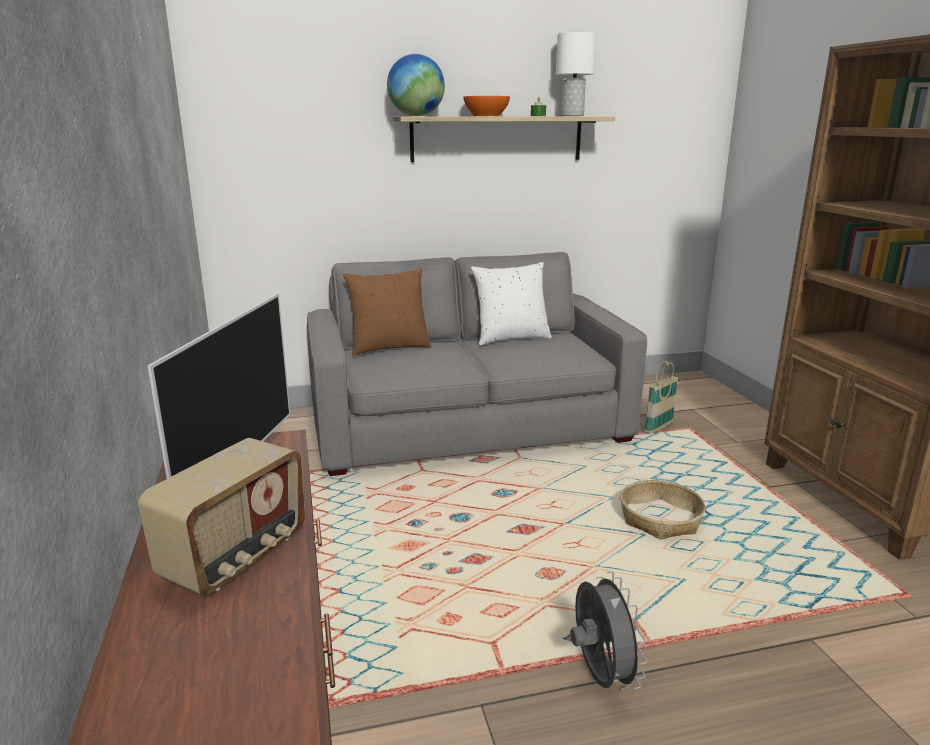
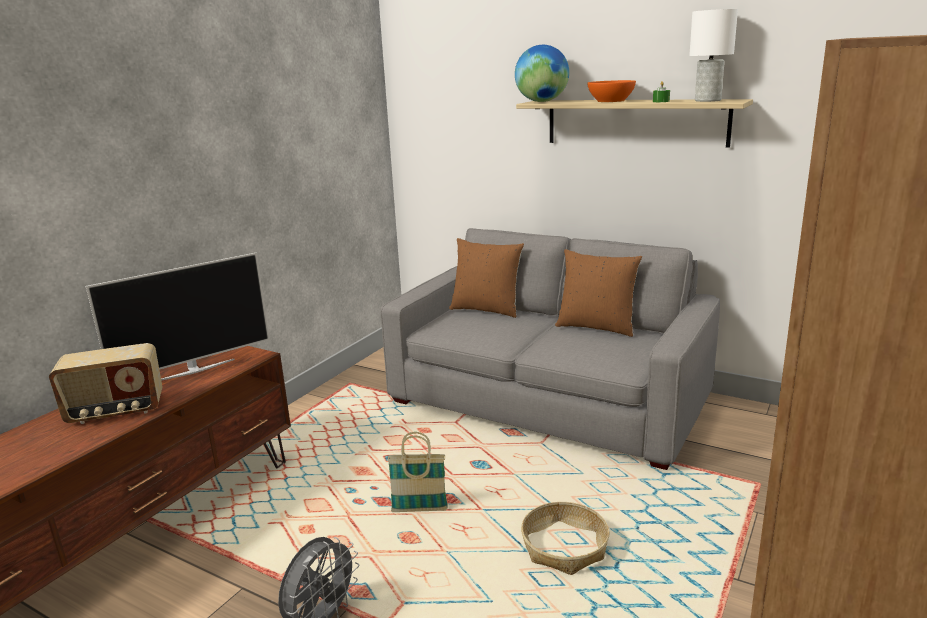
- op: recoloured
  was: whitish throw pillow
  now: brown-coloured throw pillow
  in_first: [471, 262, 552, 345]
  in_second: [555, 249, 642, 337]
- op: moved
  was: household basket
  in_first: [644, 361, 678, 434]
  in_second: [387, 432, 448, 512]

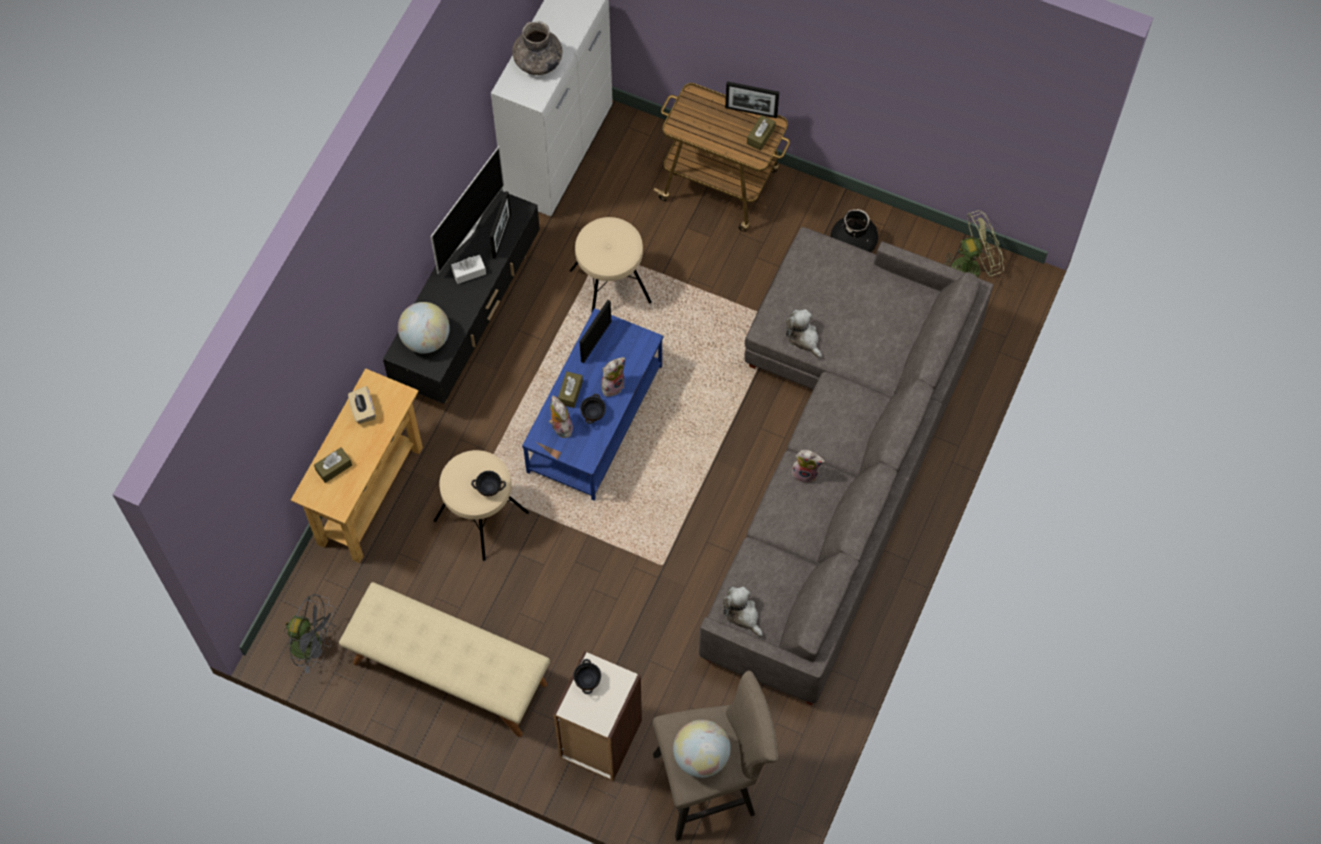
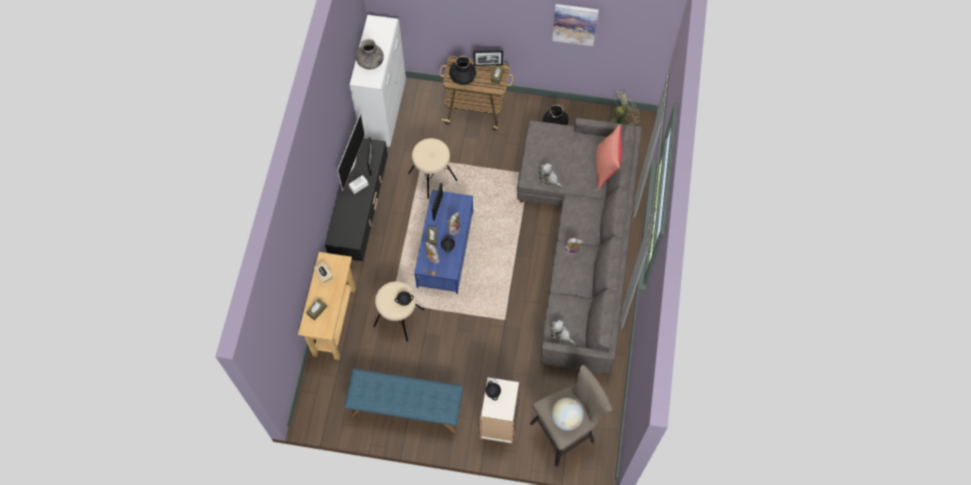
- op: removed
  was: globe
  in_first: [398, 302, 450, 354]
- op: recoloured
  was: beige indoor bench
  now: blue-coloured indoor bench
  in_first: [339, 582, 550, 737]
  in_second: [344, 369, 464, 433]
- op: removed
  was: grey cooling fan
  in_first: [284, 594, 336, 673]
- op: added
  now: picture
  in_second: [552, 4, 599, 46]
- op: added
  now: black-coloured vase
  in_second: [449, 56, 476, 85]
- op: added
  now: reddish throw pillow
  in_second: [595, 124, 622, 189]

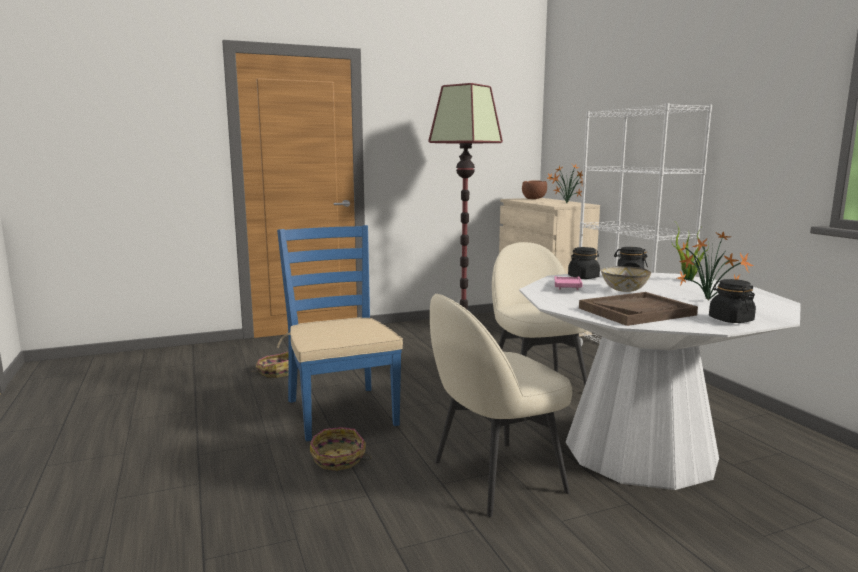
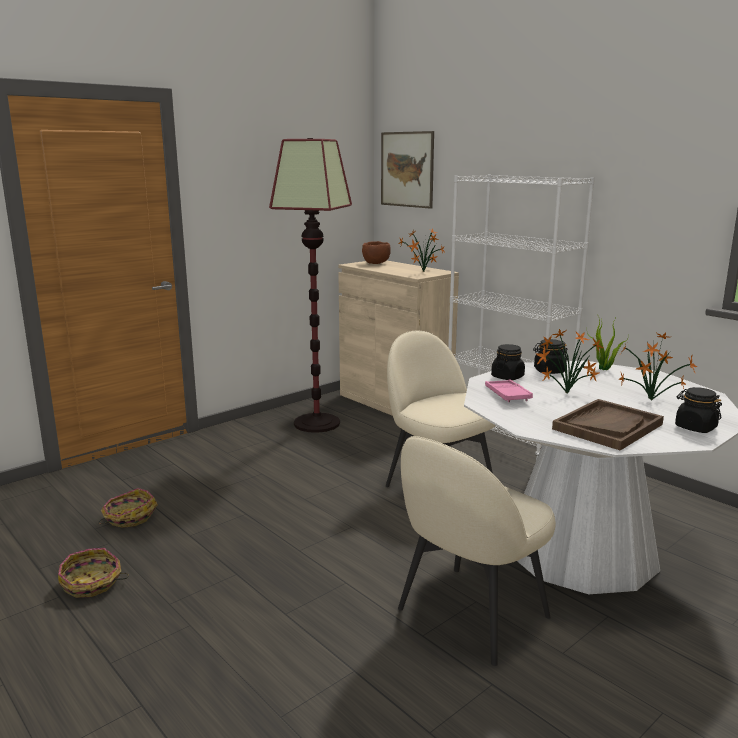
- op: removed
  was: blue-coloured chair
  in_first: [277, 225, 403, 441]
- op: replaced
  was: bowl
  now: potted plant
  in_first: [601, 266, 651, 292]
  in_second: [536, 329, 604, 394]
- op: moved
  was: household basket
  in_first: [310, 427, 371, 471]
  in_second: [58, 548, 129, 598]
- op: added
  now: picture
  in_second: [381, 131, 434, 209]

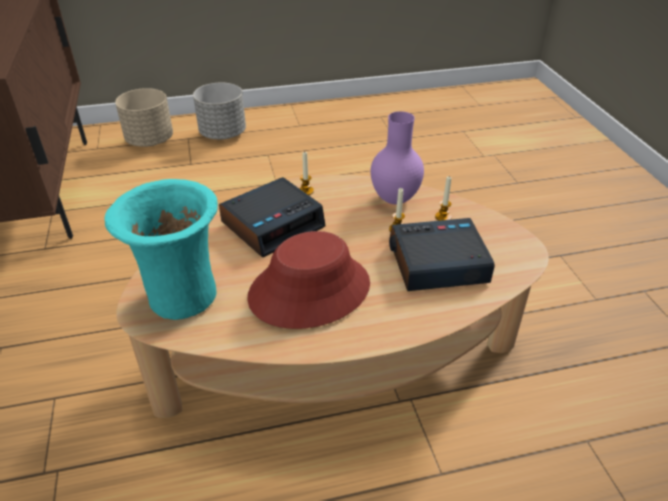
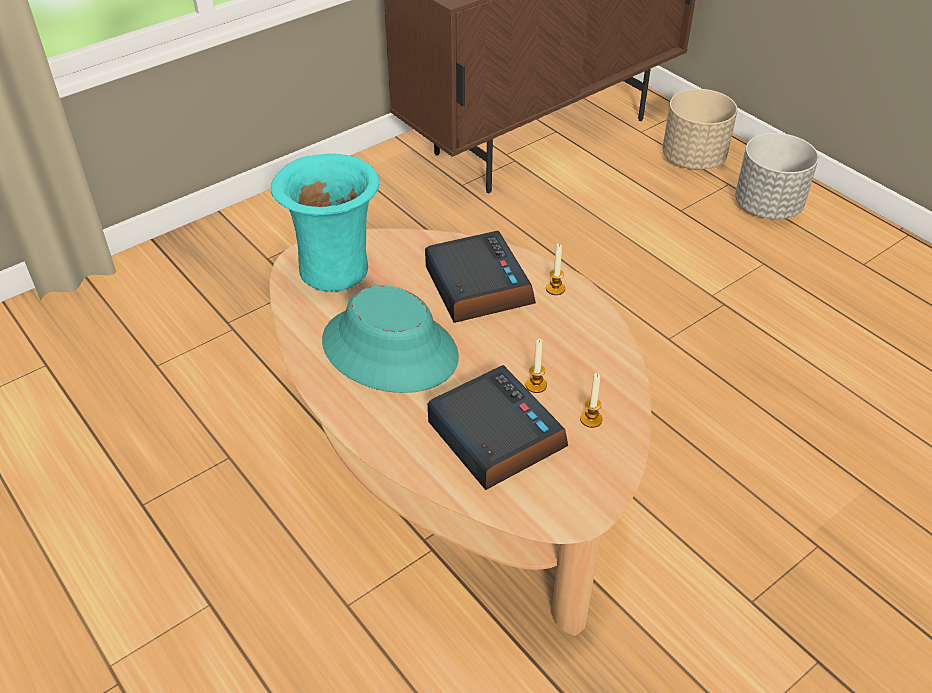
- op: removed
  was: purple vase
  in_first: [371, 111, 424, 204]
- op: turned
  was: alarm clock
  in_first: [219, 177, 326, 257]
  in_second: [425, 231, 536, 323]
  clockwise: -135
- op: recoloured
  was: reddish hat
  now: blue-green hat
  in_first: [247, 231, 370, 329]
  in_second: [322, 286, 459, 393]

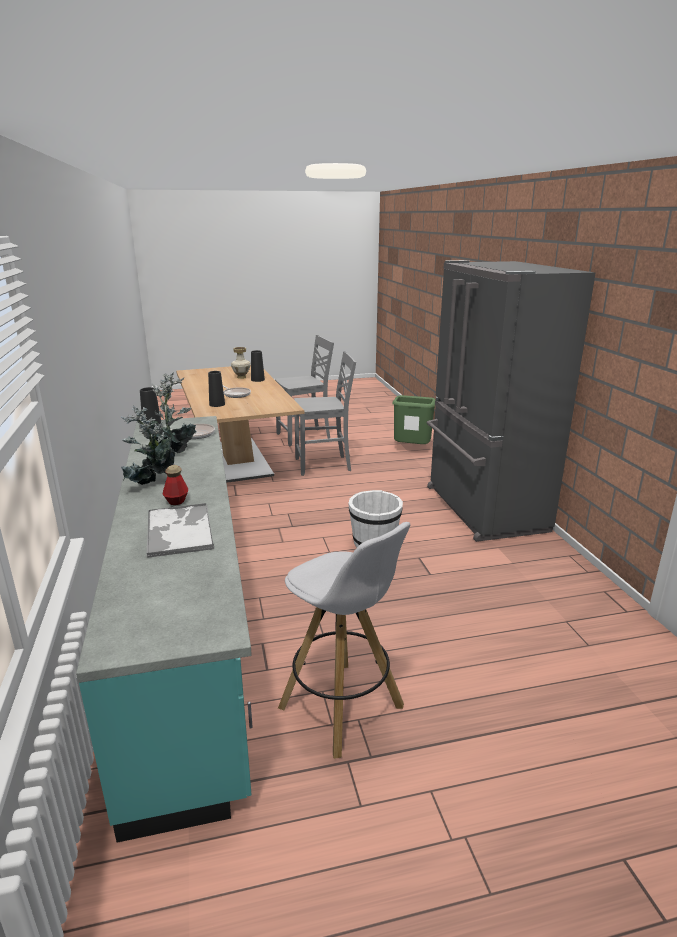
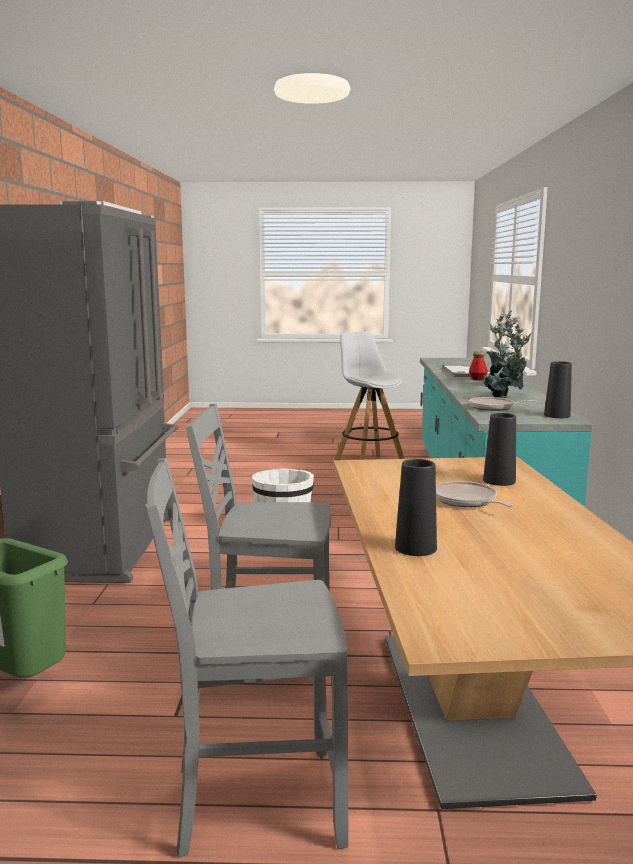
- op: removed
  was: vase
  in_first: [231, 347, 251, 379]

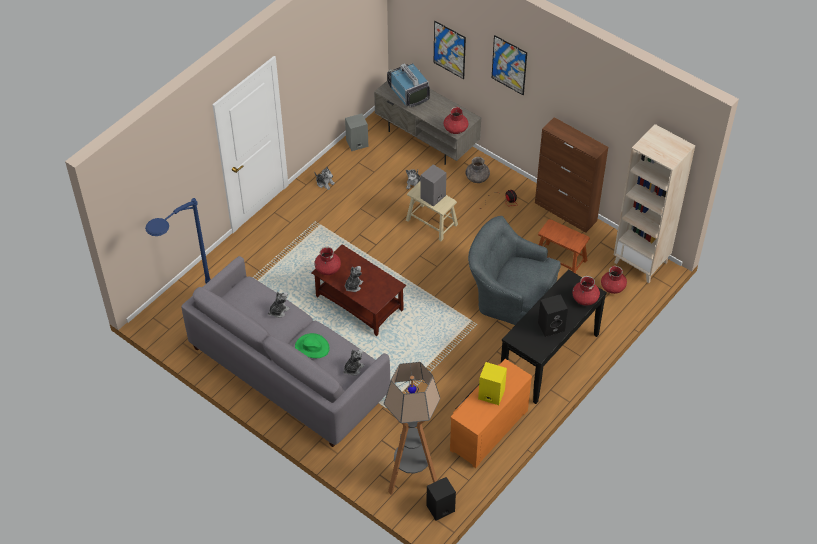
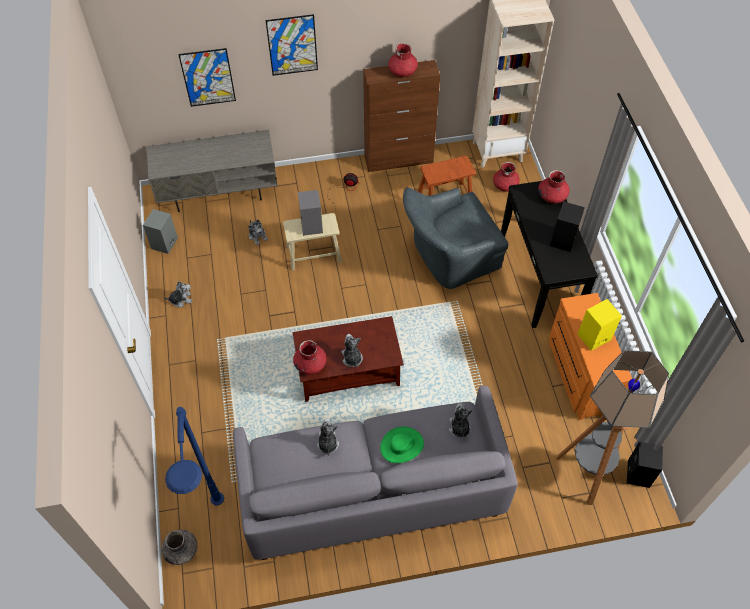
- op: removed
  was: television
  in_first: [387, 63, 430, 107]
- op: moved
  was: reddish vase
  in_first: [444, 107, 468, 134]
  in_second: [388, 43, 418, 77]
- op: moved
  was: grey vase
  in_first: [466, 157, 490, 183]
  in_second: [161, 530, 197, 565]

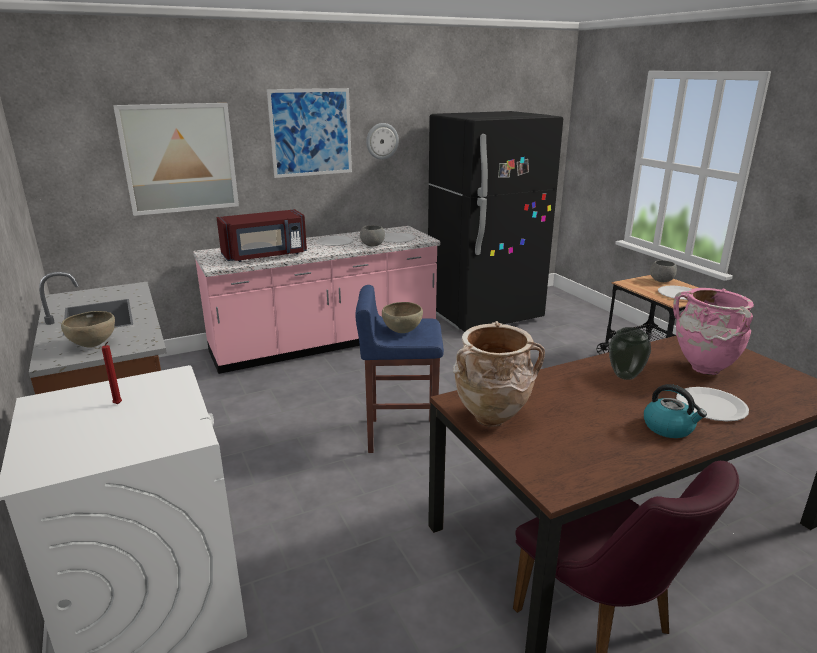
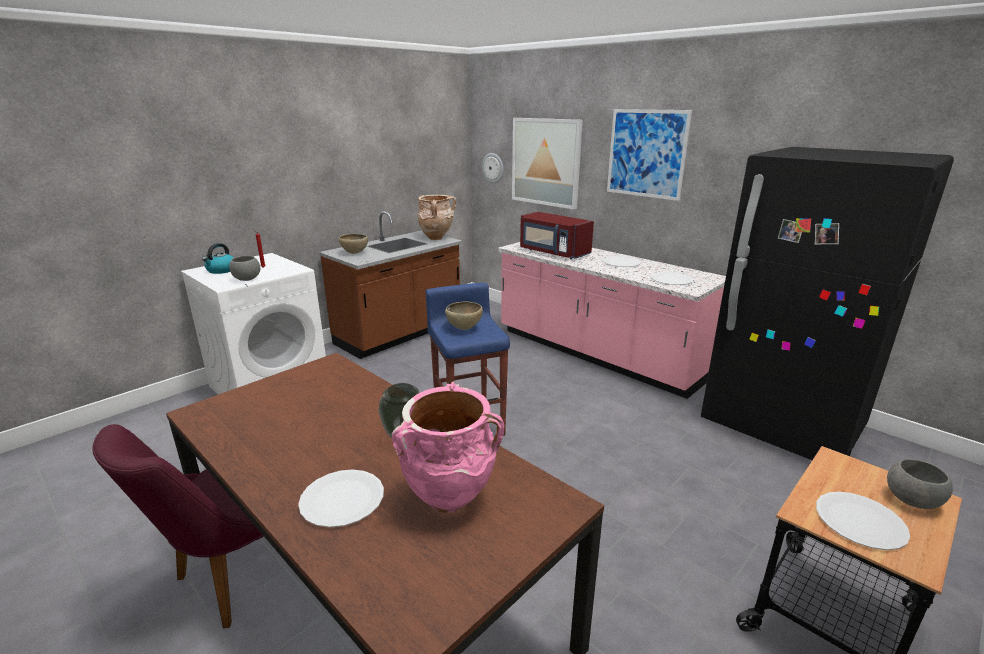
- op: moved
  was: wall clock
  in_first: [366, 123, 399, 160]
  in_second: [482, 153, 503, 183]
- op: moved
  was: grey bowl
  in_first: [360, 225, 385, 247]
  in_second: [229, 256, 260, 281]
- op: moved
  was: beige vase
  in_first: [453, 321, 545, 427]
  in_second: [418, 195, 456, 240]
- op: moved
  was: tea kettle
  in_first: [644, 384, 707, 438]
  in_second: [202, 243, 234, 274]

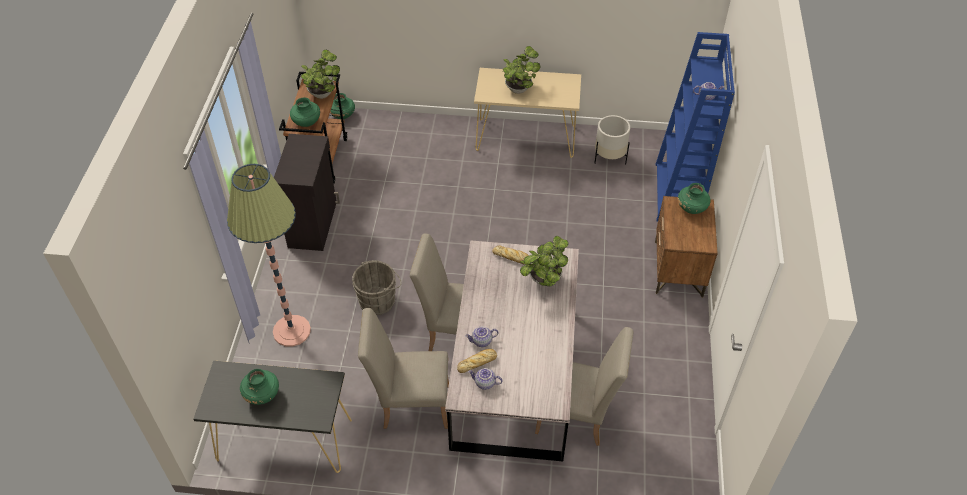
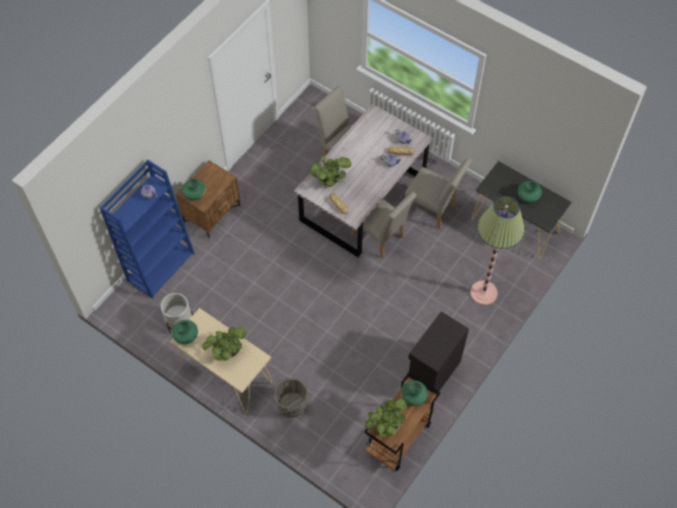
- op: moved
  was: greenish vase
  in_first: [330, 93, 355, 119]
  in_second: [172, 320, 198, 344]
- op: moved
  was: grey pail
  in_first: [352, 260, 401, 315]
  in_second: [272, 377, 308, 419]

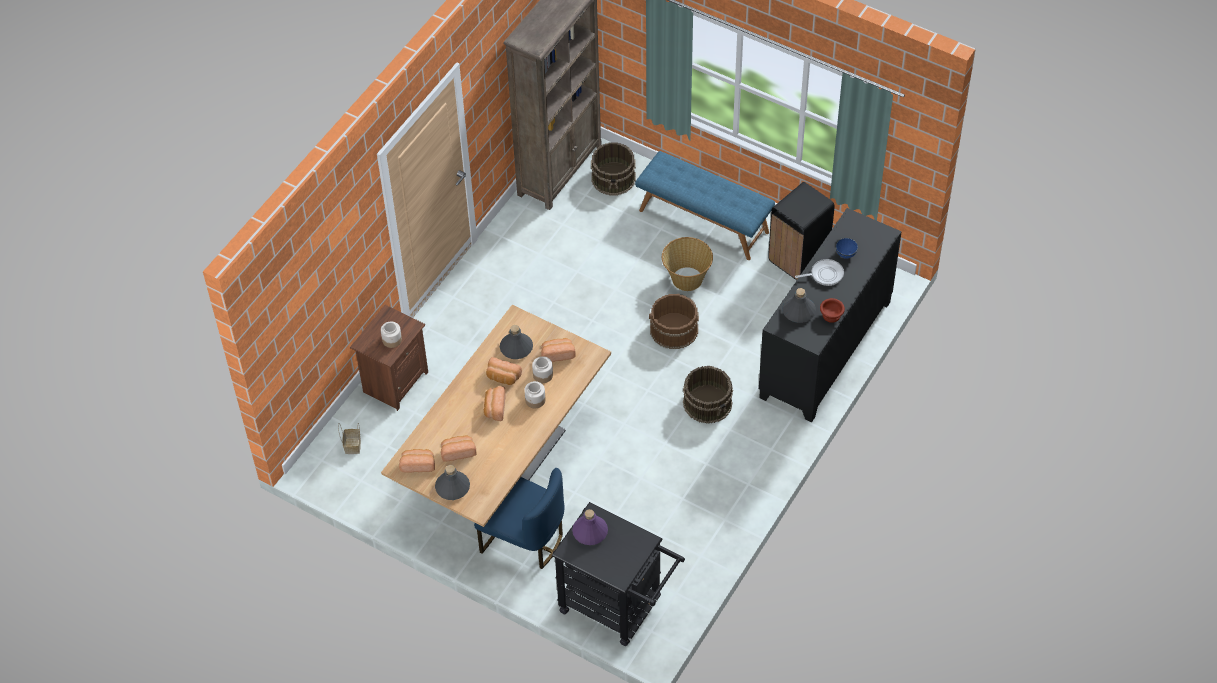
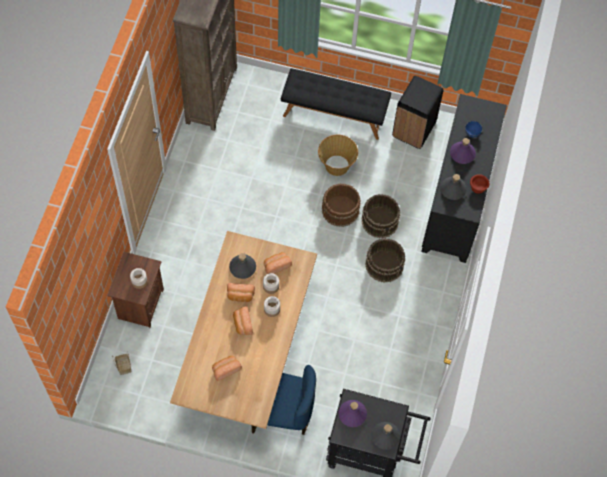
- op: moved
  was: brown-coloured pail
  in_first: [591, 142, 636, 196]
  in_second: [361, 194, 400, 238]
- op: recoloured
  was: blue-coloured indoor bench
  now: black-coloured indoor bench
  in_first: [635, 151, 775, 260]
  in_second: [281, 68, 391, 140]
- op: replaced
  was: skillet
  now: purple beverage bottle
  in_first: [795, 259, 844, 286]
  in_second: [450, 138, 476, 164]
- op: removed
  was: bakery bread
  in_first: [399, 449, 435, 473]
- op: moved
  was: grey beverage bottle
  in_first: [435, 465, 470, 500]
  in_second: [372, 422, 400, 450]

